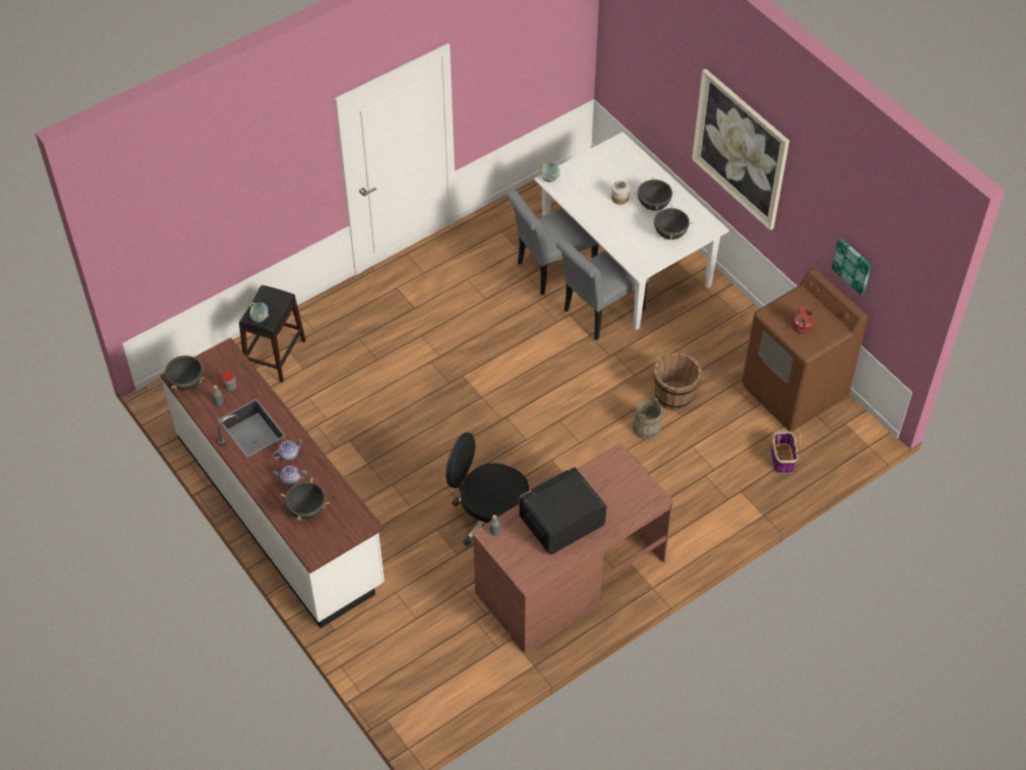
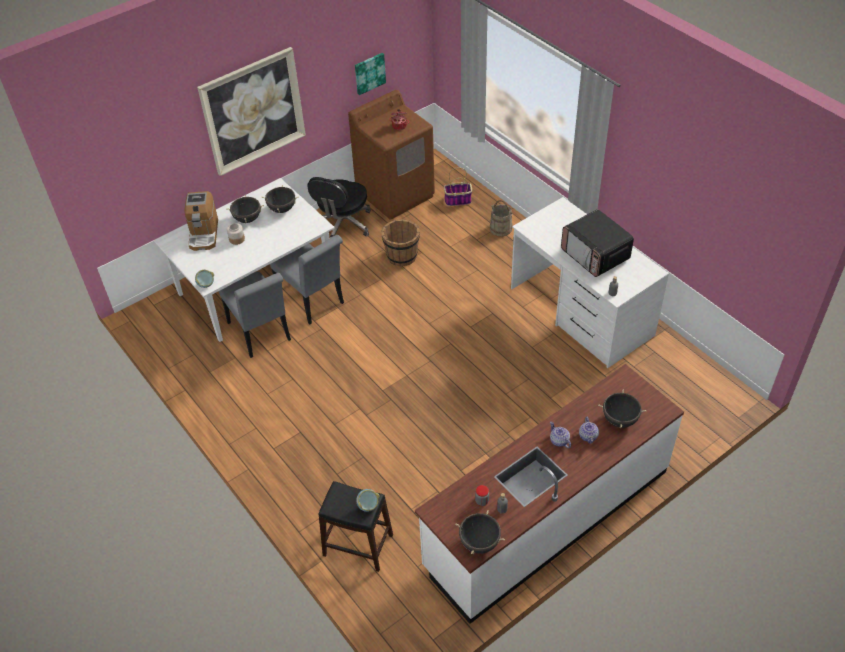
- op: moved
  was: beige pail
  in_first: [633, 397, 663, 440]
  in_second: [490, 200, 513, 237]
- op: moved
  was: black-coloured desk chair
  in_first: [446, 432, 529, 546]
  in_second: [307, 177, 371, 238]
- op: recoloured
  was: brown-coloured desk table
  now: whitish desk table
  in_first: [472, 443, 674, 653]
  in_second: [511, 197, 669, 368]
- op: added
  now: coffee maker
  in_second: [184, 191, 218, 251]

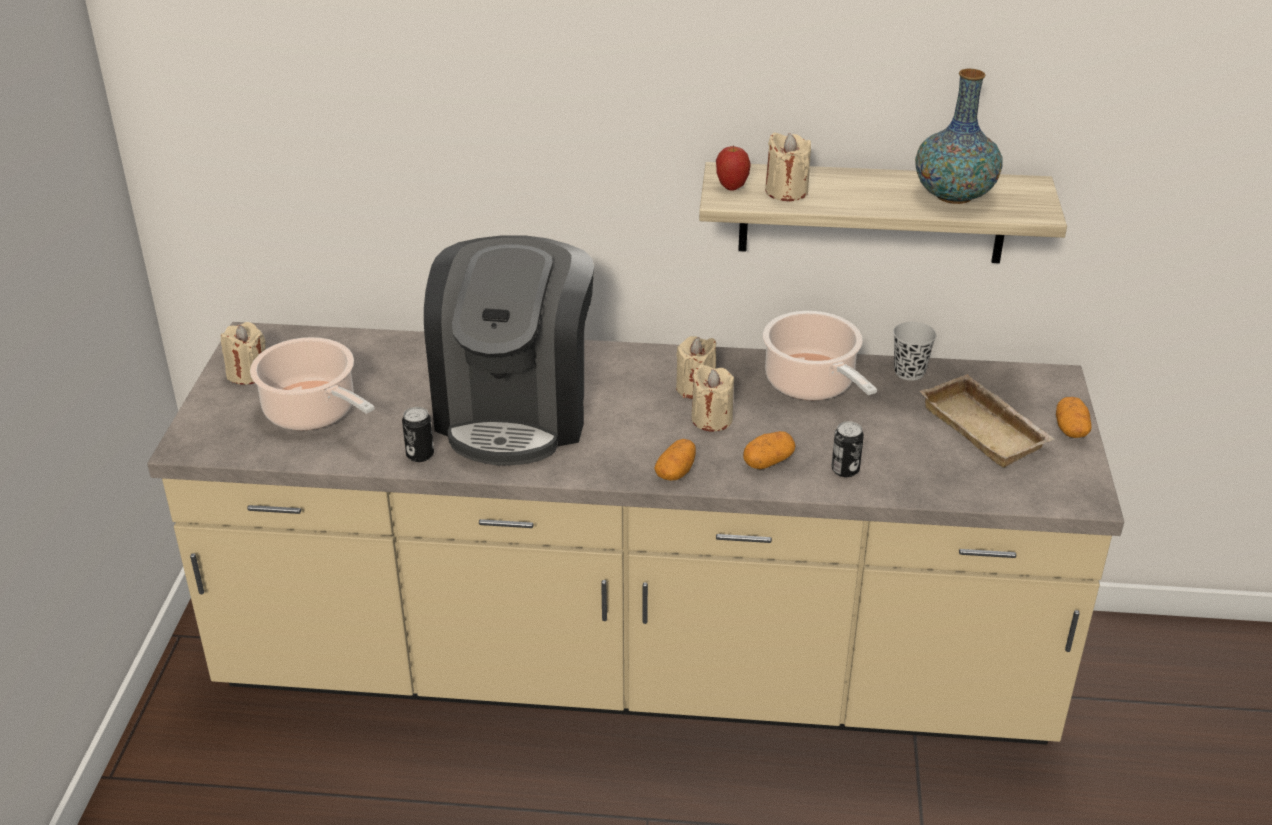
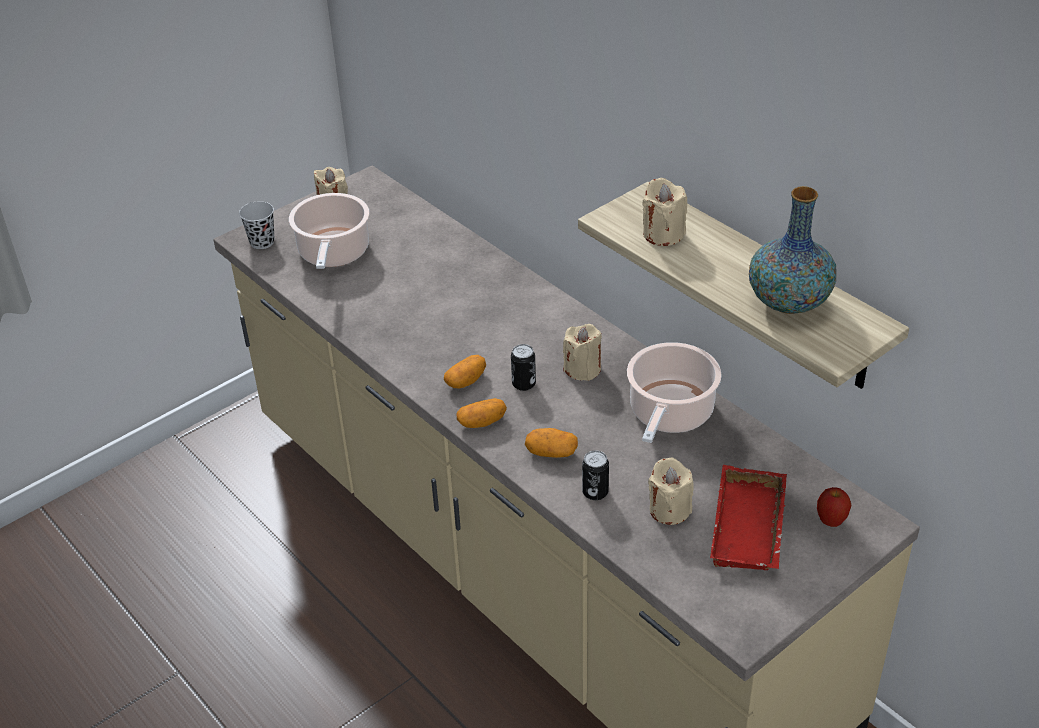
- op: moved
  was: whole apple
  in_first: [716, 145, 751, 191]
  in_second: [817, 487, 852, 527]
- op: removed
  was: coffee maker
  in_first: [424, 235, 594, 465]
- op: moved
  was: black-coloured small cup
  in_first: [893, 322, 936, 381]
  in_second: [239, 201, 275, 249]
- op: moved
  was: beige candle
  in_first: [691, 365, 734, 432]
  in_second: [648, 457, 694, 525]
- op: recoloured
  was: beige tray
  now: reddish tray
  in_first: [919, 374, 1055, 468]
  in_second: [710, 465, 787, 570]
- op: moved
  was: spud
  in_first: [1056, 397, 1092, 438]
  in_second: [444, 355, 486, 388]
- op: moved
  was: can
  in_first: [402, 407, 434, 462]
  in_second: [511, 344, 536, 391]

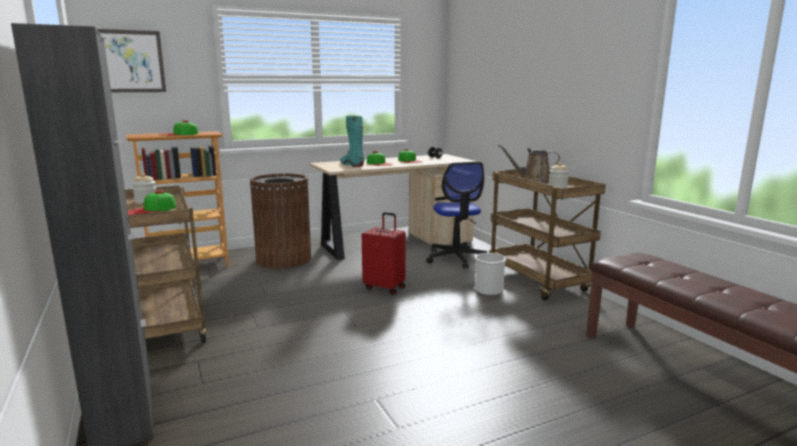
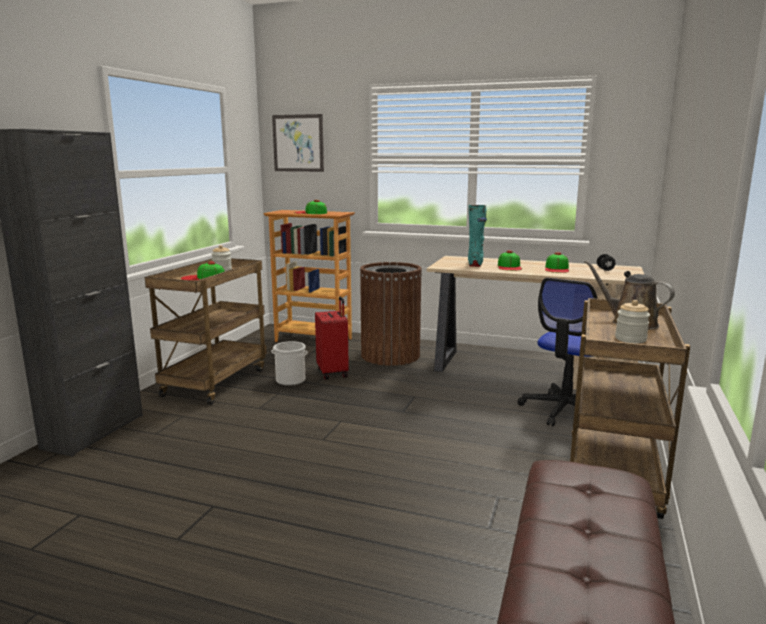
- op: moved
  was: reddish suitcase
  in_first: [362, 212, 406, 295]
  in_second: [315, 297, 349, 380]
- op: moved
  was: pail
  in_first: [475, 253, 507, 296]
  in_second: [272, 341, 308, 386]

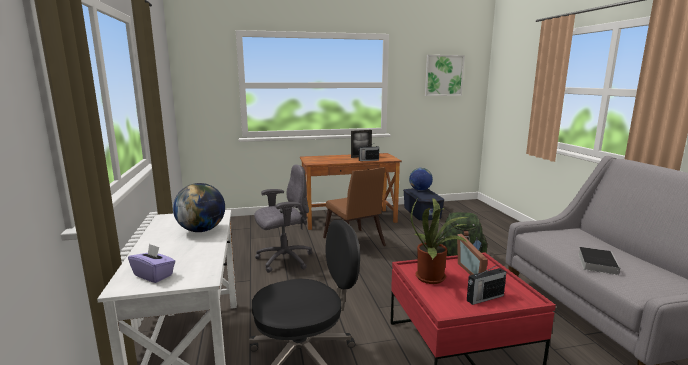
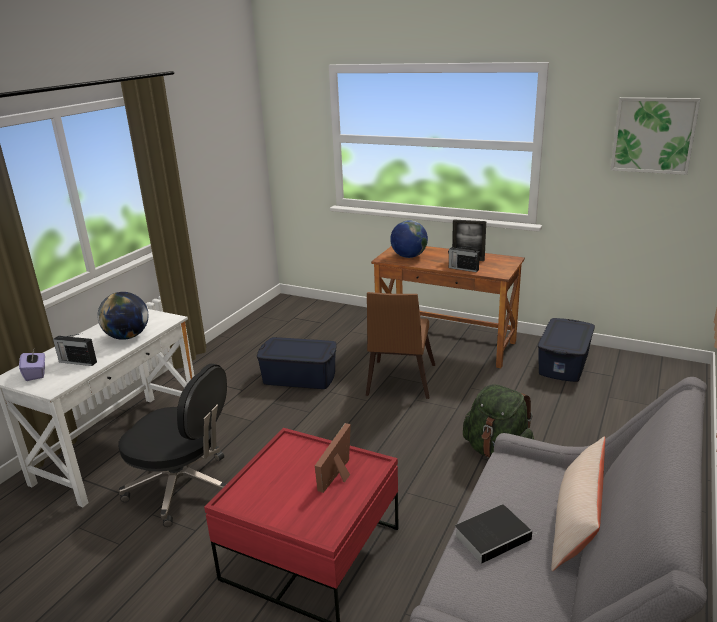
- op: replaced
  was: grey desk chair
  now: blue-coloured storage bin
  in_first: [254, 164, 312, 273]
  in_second: [257, 337, 337, 389]
- op: moved
  was: globe
  in_first: [409, 168, 433, 191]
  in_second: [390, 220, 428, 258]
- op: removed
  was: potted plant
  in_first: [411, 197, 468, 284]
- op: moved
  was: radio set
  in_first: [467, 265, 506, 305]
  in_second: [53, 334, 97, 366]
- op: added
  now: beige throw pillow
  in_second: [551, 437, 605, 571]

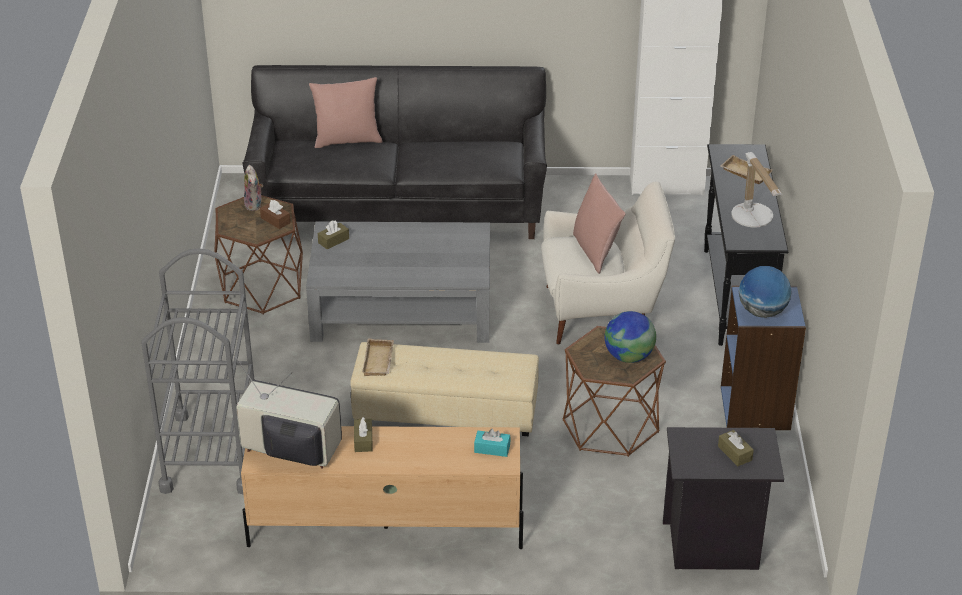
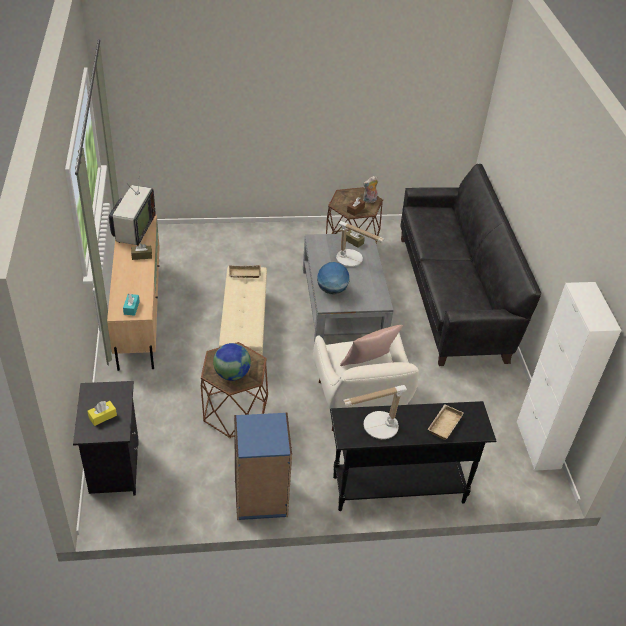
- op: removed
  was: pink throw pillow
  in_first: [309, 77, 383, 148]
- op: removed
  was: grey trolley
  in_first: [141, 248, 254, 494]
- op: moved
  was: globe
  in_first: [739, 266, 792, 318]
  in_second: [317, 262, 349, 295]
- op: recoloured
  was: brown-coloured tissue box
  now: yellow tissue box
  in_first: [718, 430, 754, 466]
  in_second: [87, 401, 117, 426]
- op: added
  now: table lamp
  in_second: [336, 221, 384, 267]

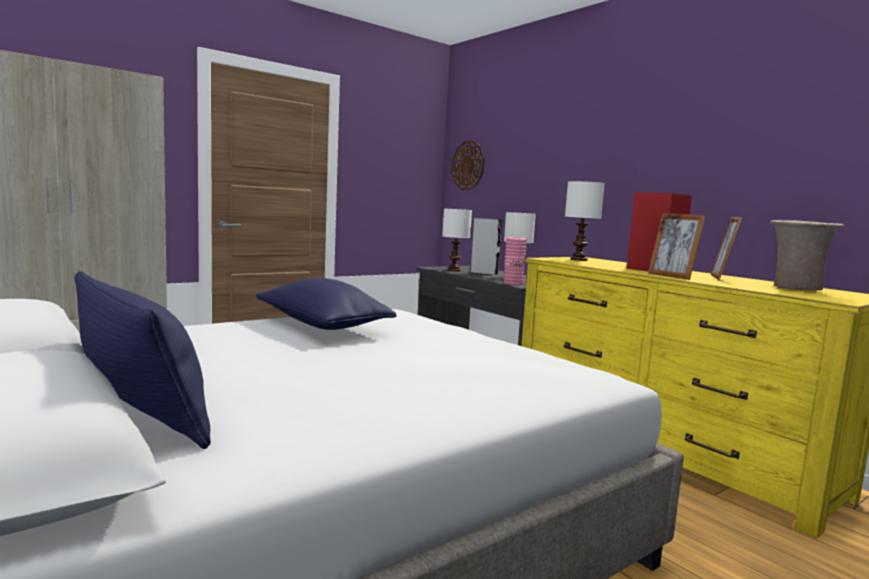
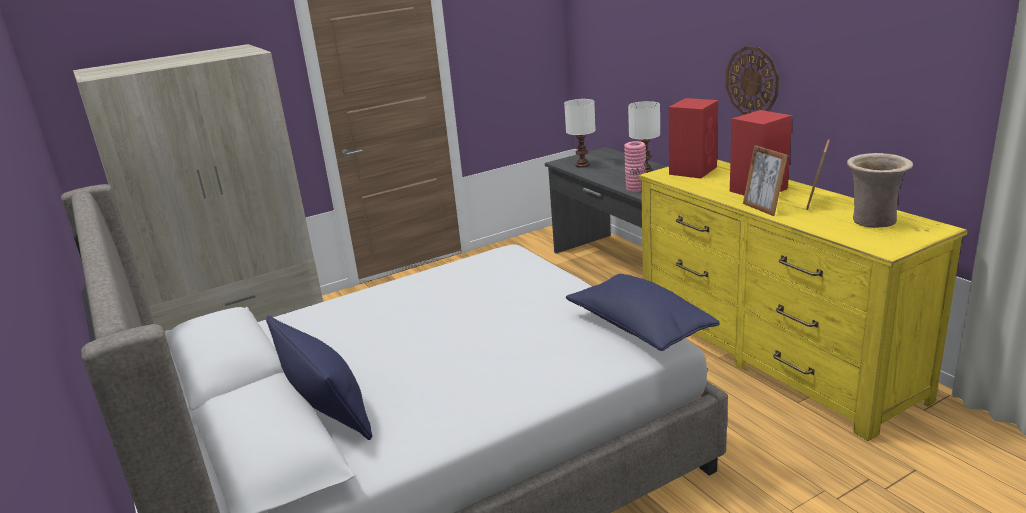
- op: moved
  was: wall clock
  in_first: [451, 141, 485, 190]
  in_second: [726, 46, 779, 115]
- op: replaced
  was: whitish table lamp
  now: reddish speaker
  in_first: [565, 181, 605, 261]
  in_second: [669, 98, 718, 179]
- op: removed
  was: grey speaker
  in_first: [471, 218, 502, 275]
- op: moved
  was: blue-coloured throw pillow
  in_first: [256, 278, 397, 330]
  in_second: [566, 274, 720, 351]

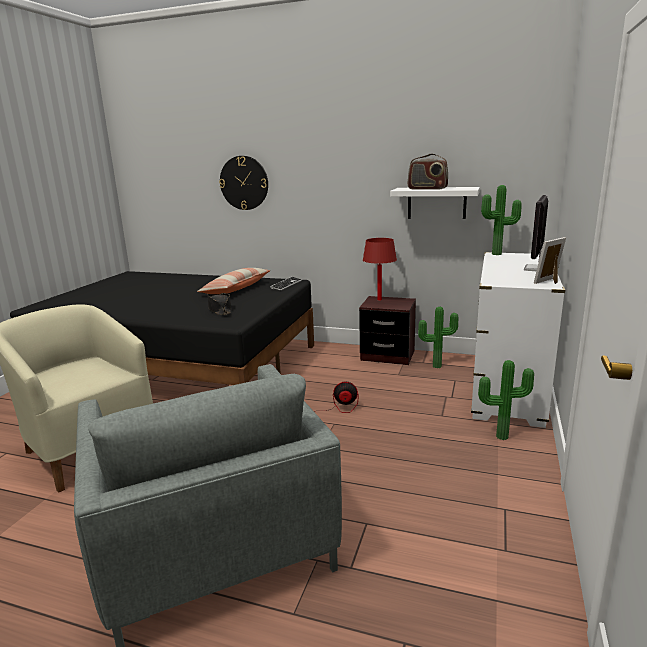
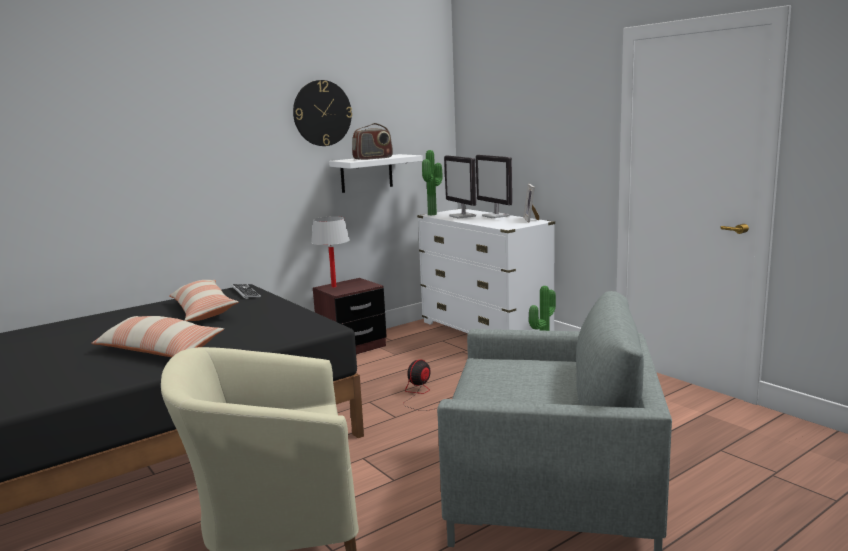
- op: moved
  was: wall clock
  in_first: [219, 156, 268, 210]
  in_second: [293, 80, 352, 146]
- op: recoloured
  was: reddish table lamp
  now: whitish table lamp
  in_first: [363, 238, 397, 301]
  in_second: [311, 216, 350, 288]
- op: removed
  was: black-coloured hat
  in_first: [207, 293, 231, 315]
- op: removed
  was: potted plant
  in_first: [418, 307, 458, 368]
- op: added
  now: computer display
  in_second: [444, 156, 476, 219]
- op: added
  now: throw pillow
  in_second: [91, 316, 224, 357]

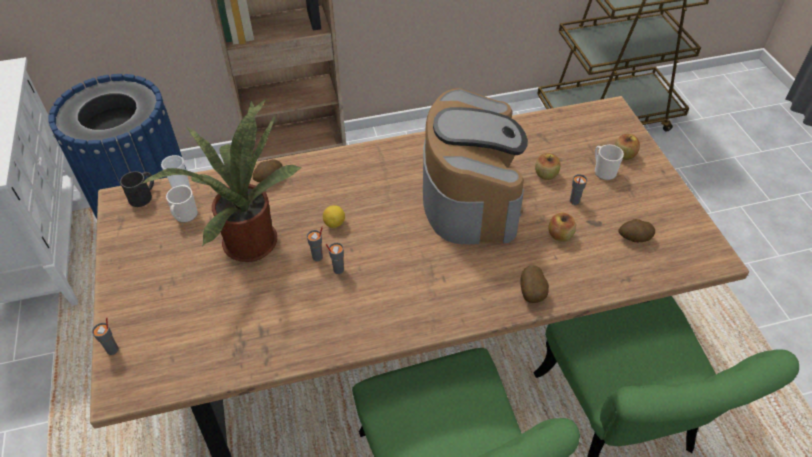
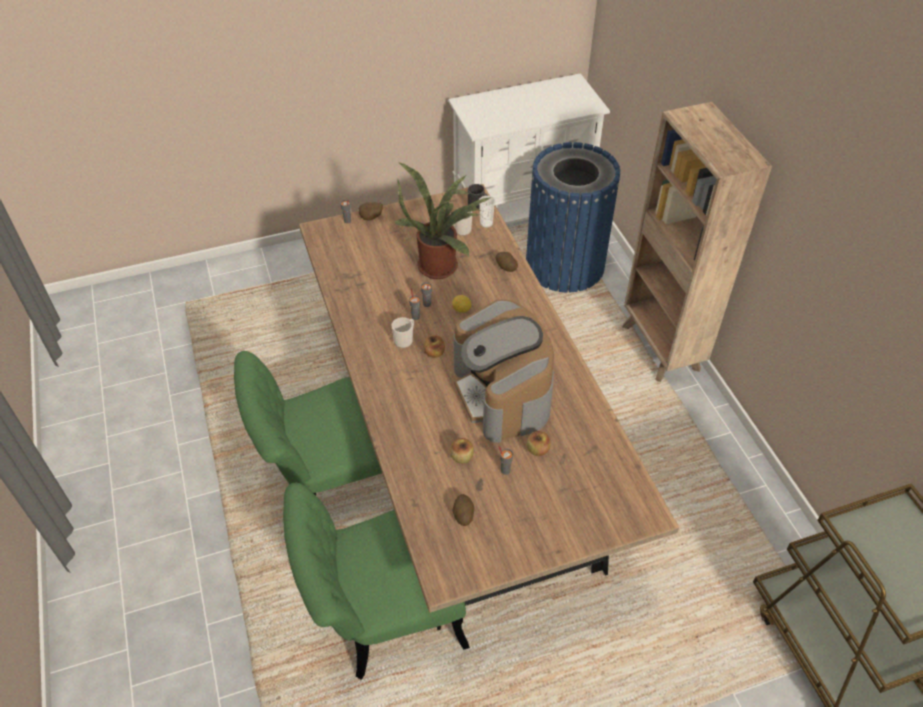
- op: turned
  was: coffee maker
  in_first: [423, 88, 528, 244]
  in_second: [454, 299, 554, 443]
  clockwise: 75
- op: moved
  was: whole apple
  in_first: [615, 134, 640, 160]
  in_second: [423, 335, 445, 358]
- op: moved
  was: mug
  in_first: [595, 144, 624, 180]
  in_second: [391, 317, 414, 348]
- op: moved
  was: spud
  in_first: [520, 265, 549, 303]
  in_second: [358, 202, 383, 220]

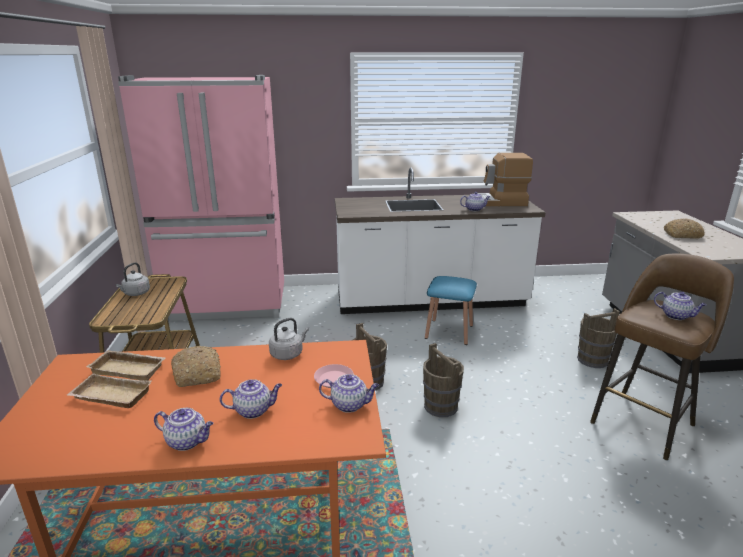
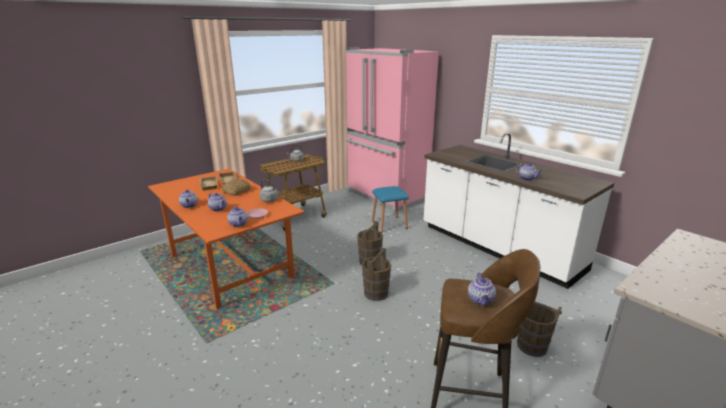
- op: removed
  was: coffee maker
  in_first: [474, 153, 533, 206]
- op: removed
  was: bakery bread
  in_first: [664, 218, 705, 239]
- op: moved
  was: blue-coloured stool
  in_first: [425, 276, 477, 345]
  in_second: [372, 186, 409, 233]

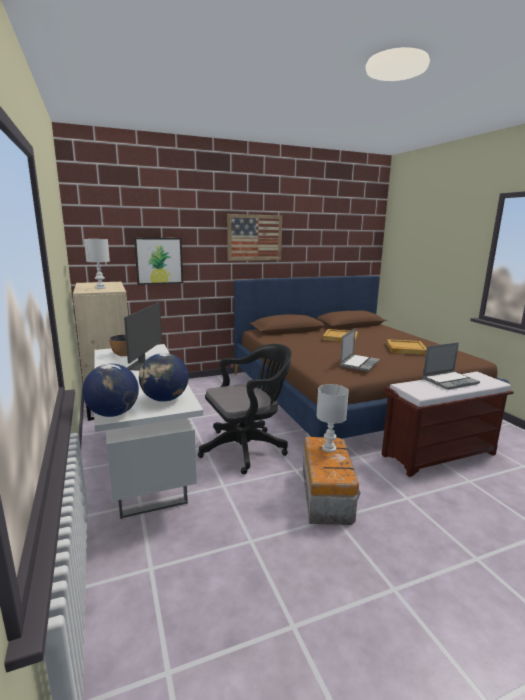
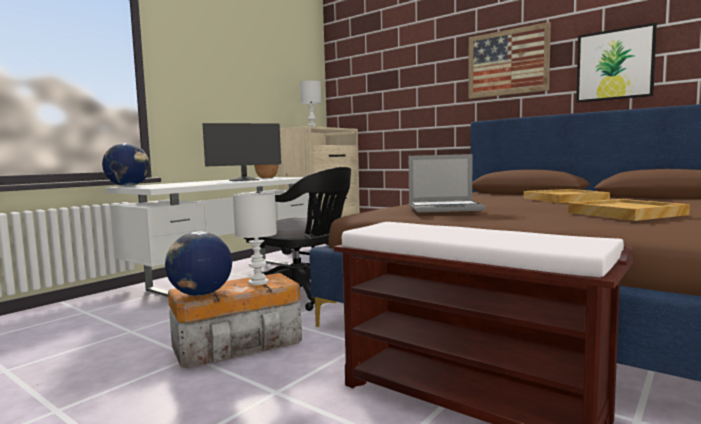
- op: moved
  was: picture
  in_first: [134, 238, 183, 285]
  in_second: [576, 23, 657, 103]
- op: removed
  was: portable computer
  in_first: [422, 342, 480, 390]
- op: moved
  was: globe
  in_first: [139, 353, 189, 402]
  in_second: [165, 231, 232, 296]

